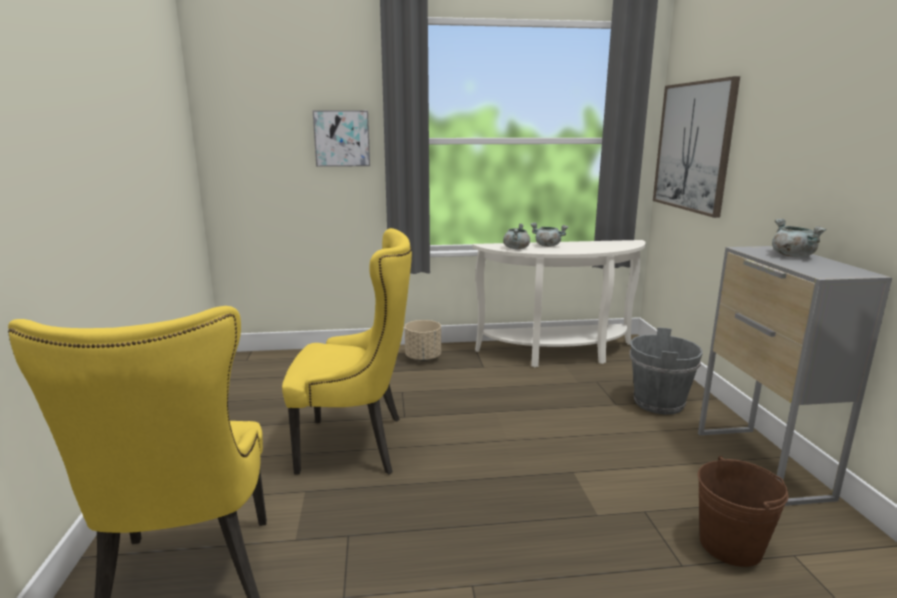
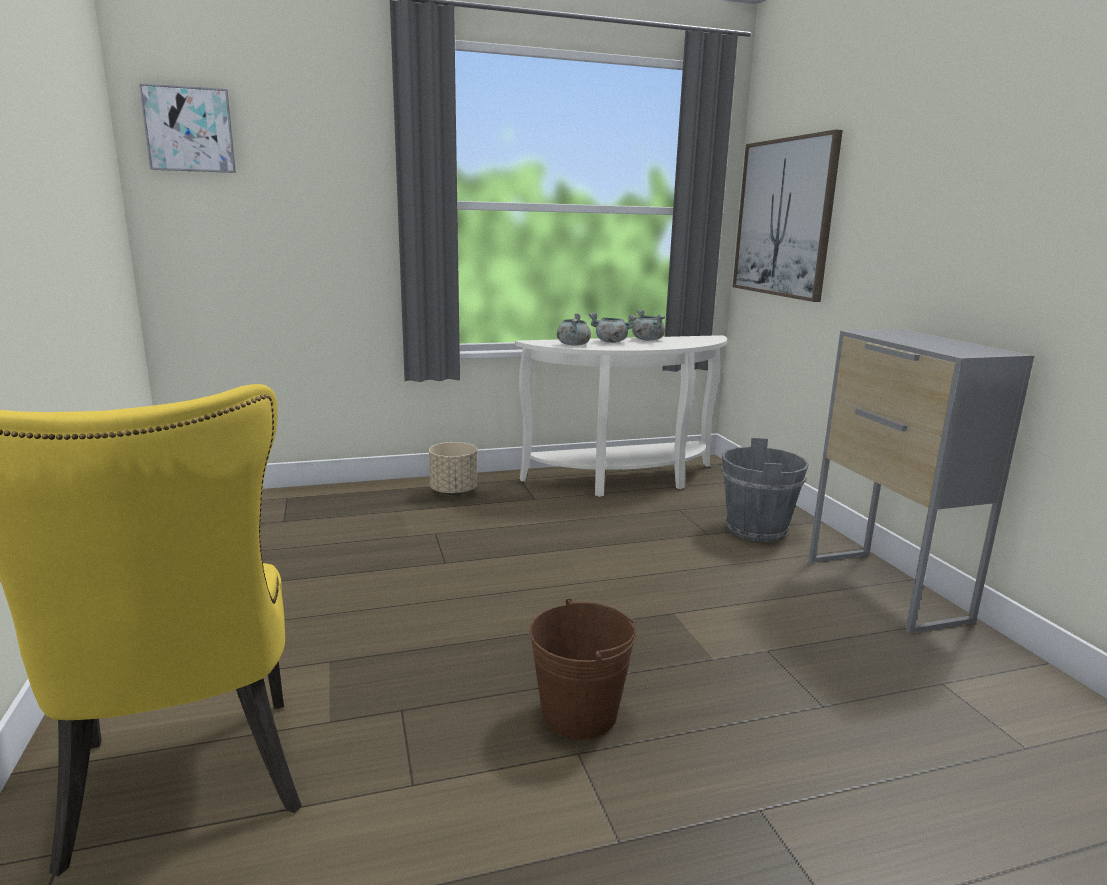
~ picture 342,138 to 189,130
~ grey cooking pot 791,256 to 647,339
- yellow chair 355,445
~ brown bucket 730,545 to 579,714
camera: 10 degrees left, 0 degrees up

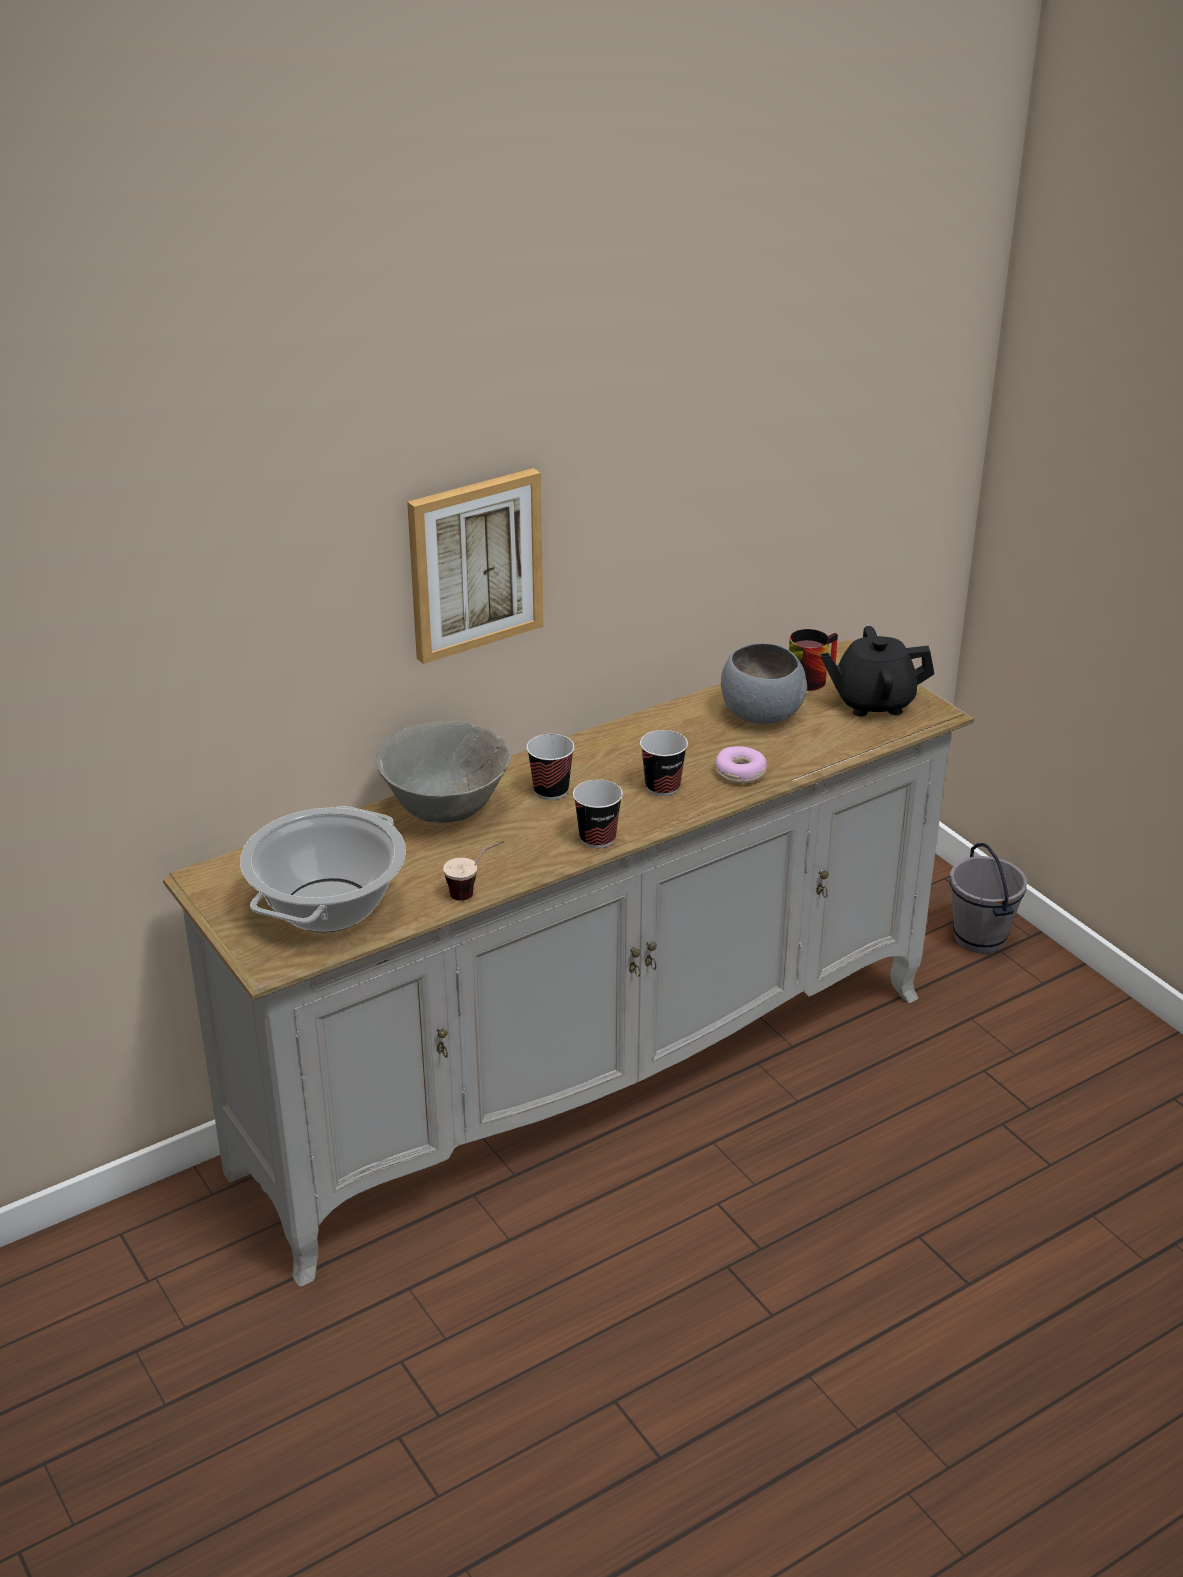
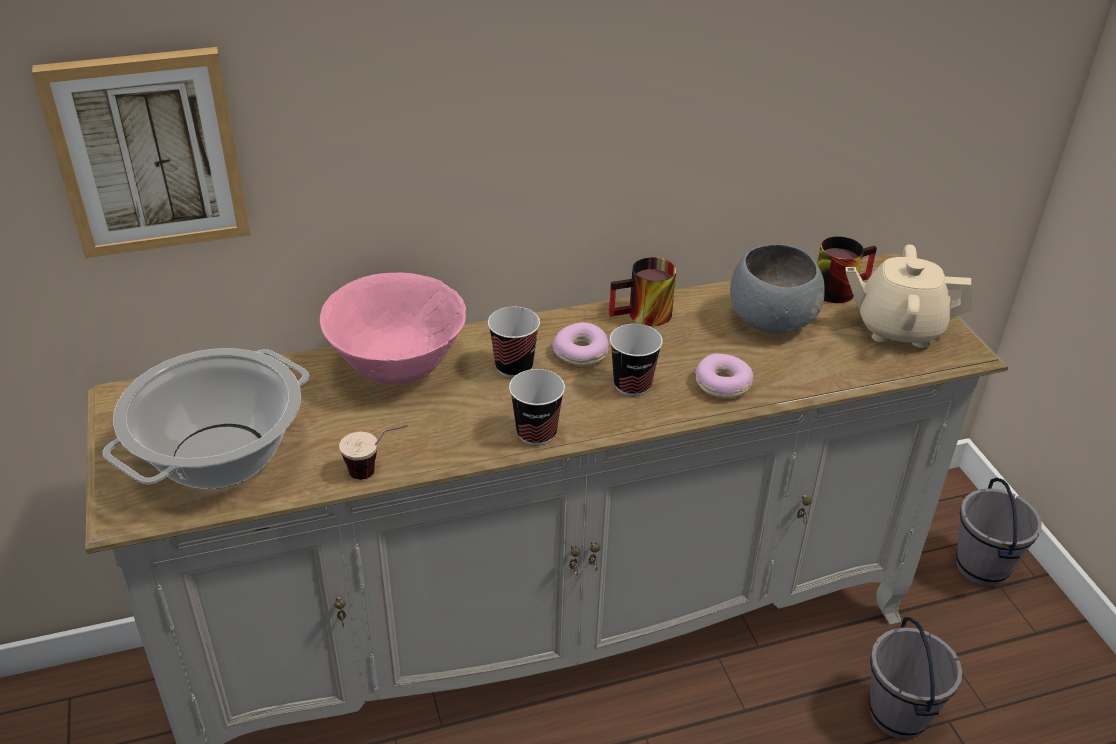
~ picture 474,564 to 148,152
~ black teapot 873,702 to beige teapot 898,328
~ grey bowl 445,808 to pink bowl 397,366
+ mug 644,317
+ donut 581,353
+ grey bucket 897,715
camera: 15 degrees right, 5 degrees up

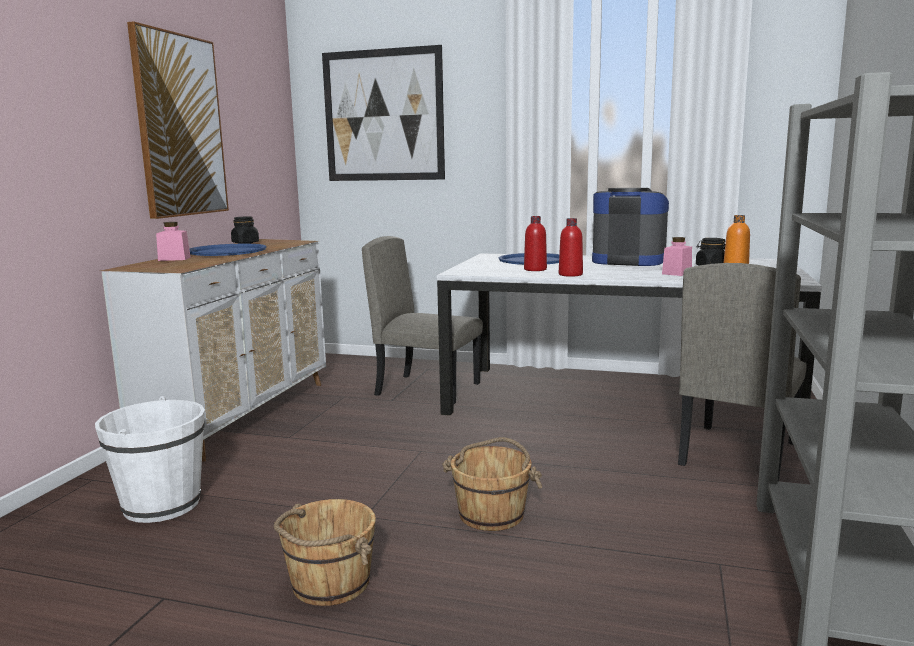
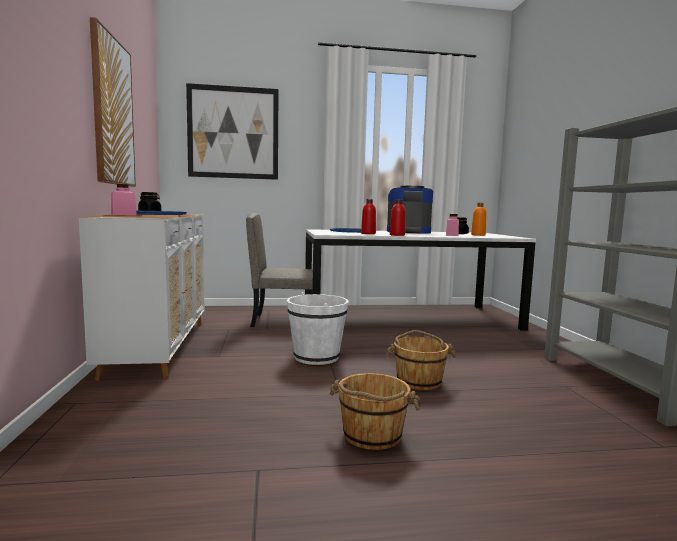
- beige chair 736,453
~ white bucket 162,505 to 316,357
camera: 25 degrees left, 5 degrees down

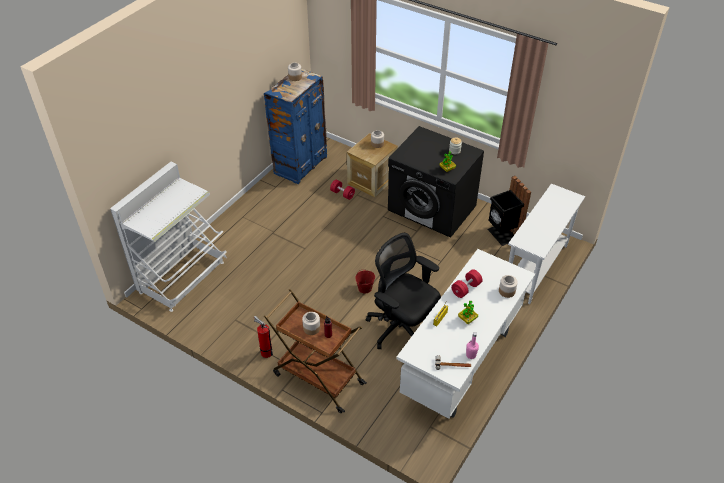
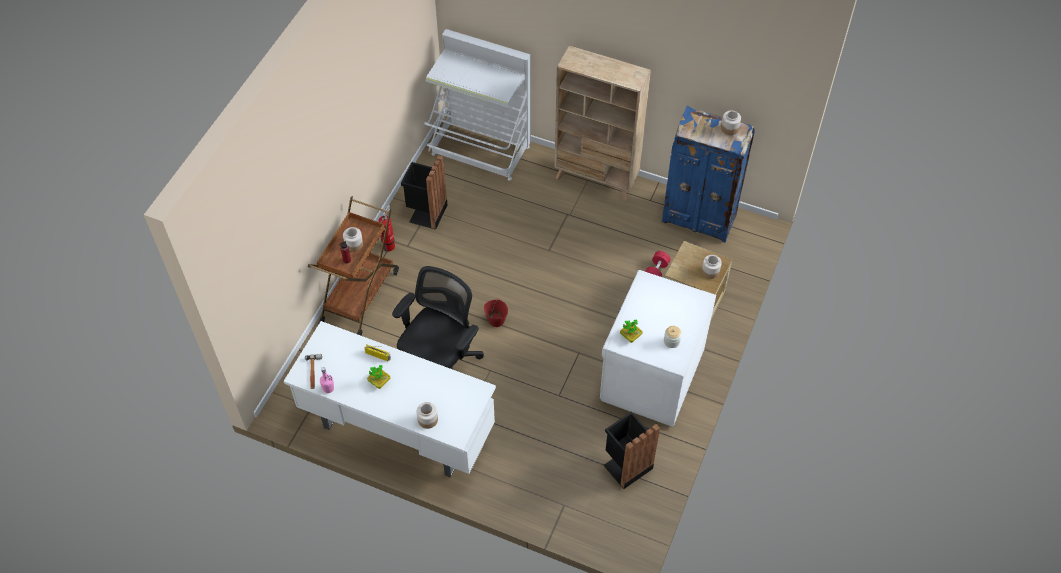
~ black washing machine 431,211 to white washing machine 650,376
- white console table 536,269
- red dumbbell 466,289
+ beige bookcase 596,179
+ black trash can 426,213
camera: 80 degrees right, 10 degrees up

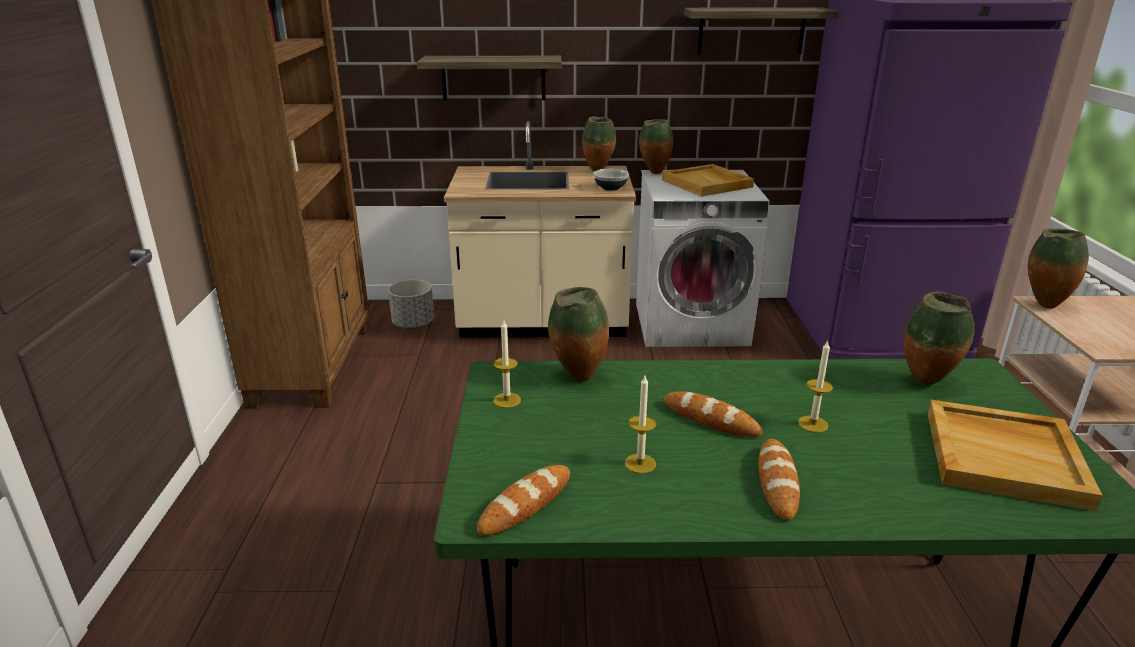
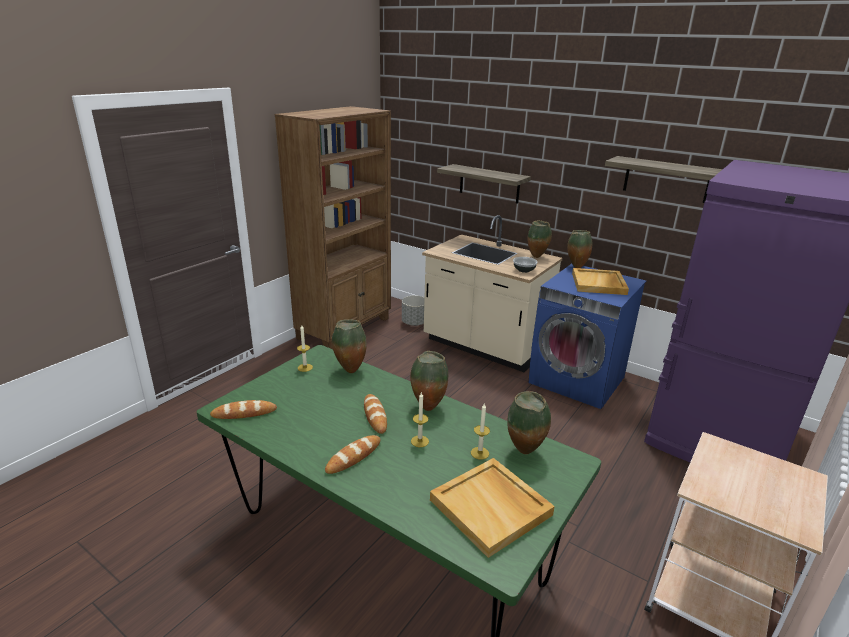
~ white washing machine 692,323 to blue washing machine 578,379
~ vase 1043,305 to 427,407
~ candle 640,463 to 479,453
camera: 35 degrees right, 0 degrees up

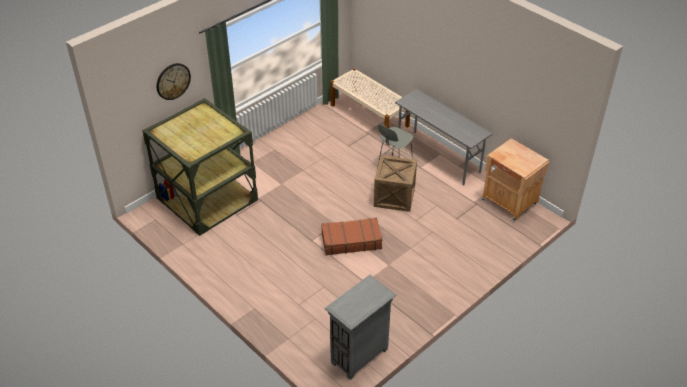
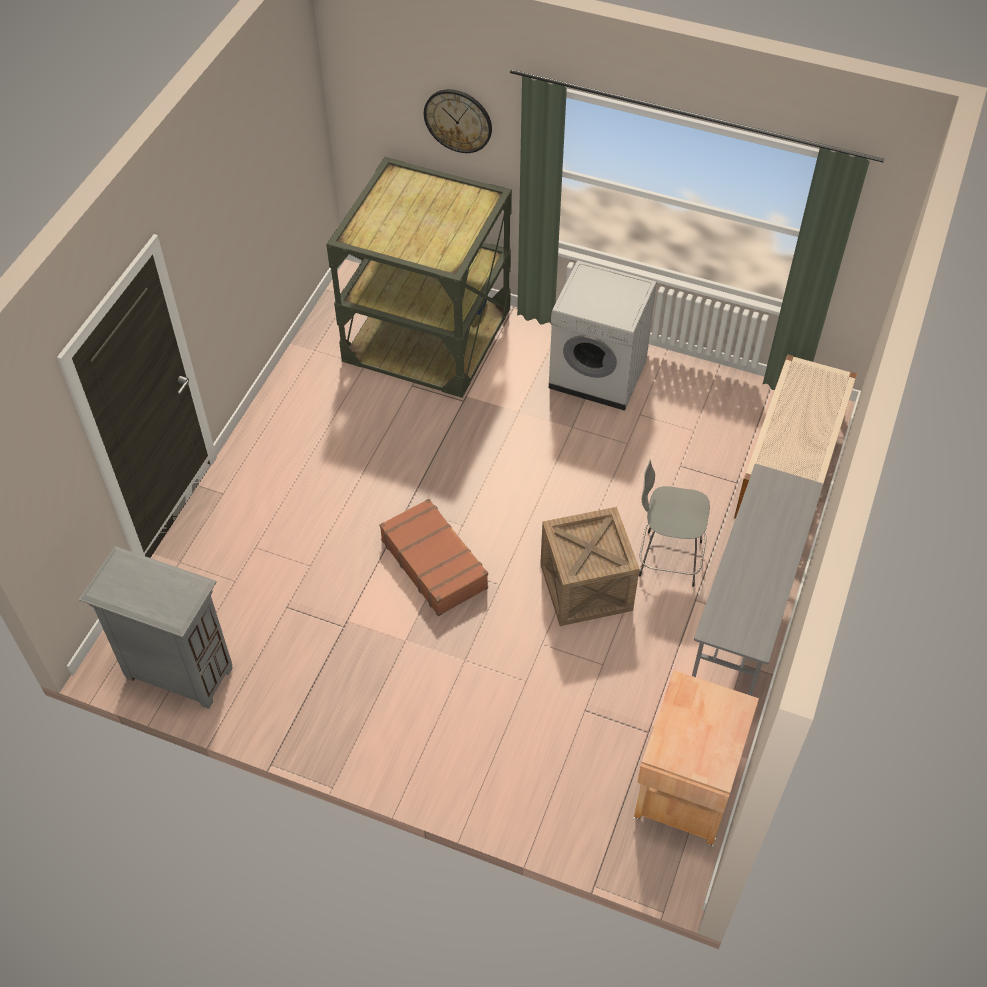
+ white washing machine 597,377
camera: 65 degrees right, 10 degrees up

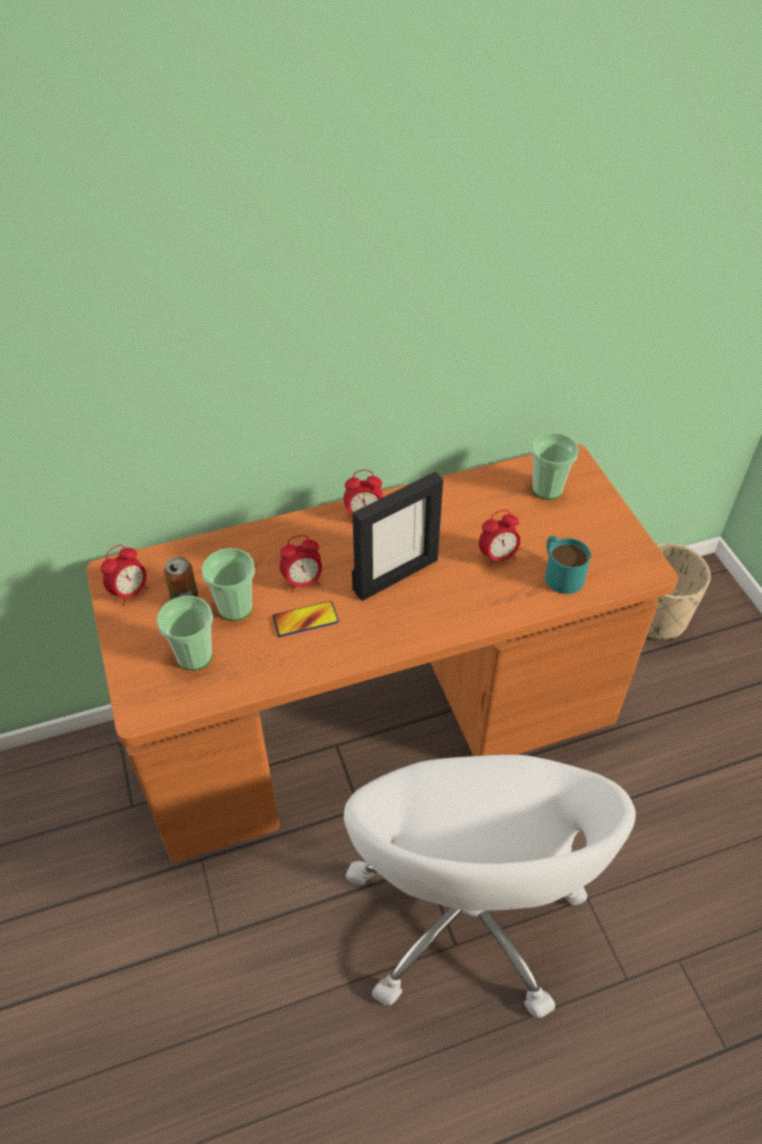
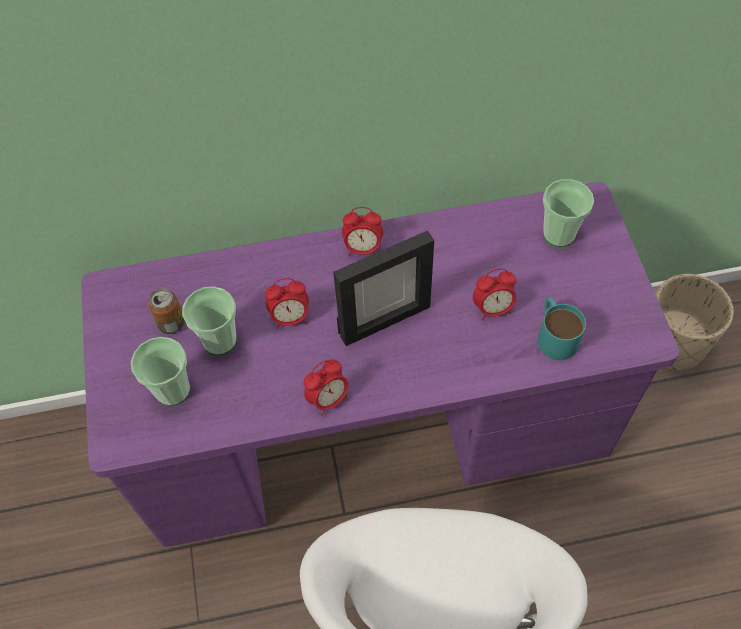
~ orange desk 380,729 to purple desk 376,434
~ alarm clock 130,592 to 328,399
- phone 305,620
camera: 10 degrees right, 10 degrees up

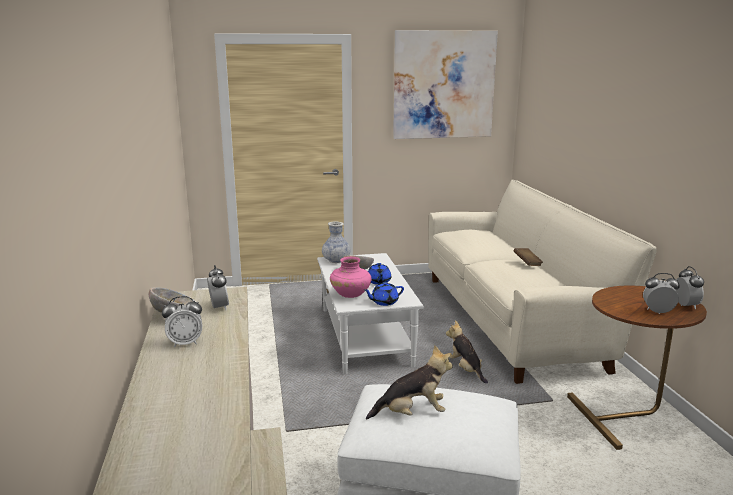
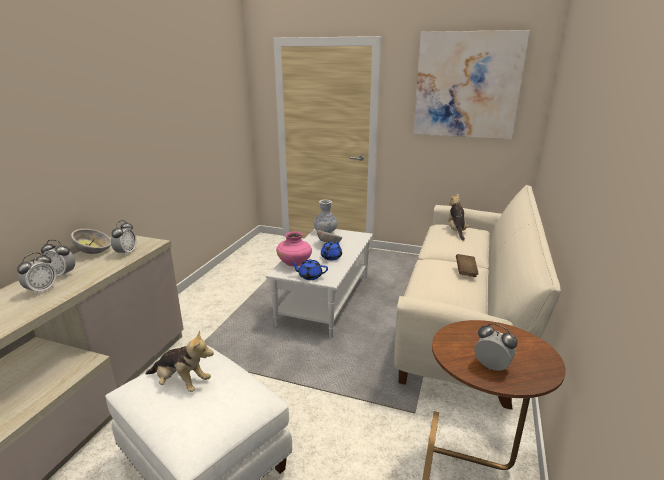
~ alarm clock 685,306 to 42,290
~ plush toy 466,370 to 456,231
camera: 30 degrees right, 5 degrees up

